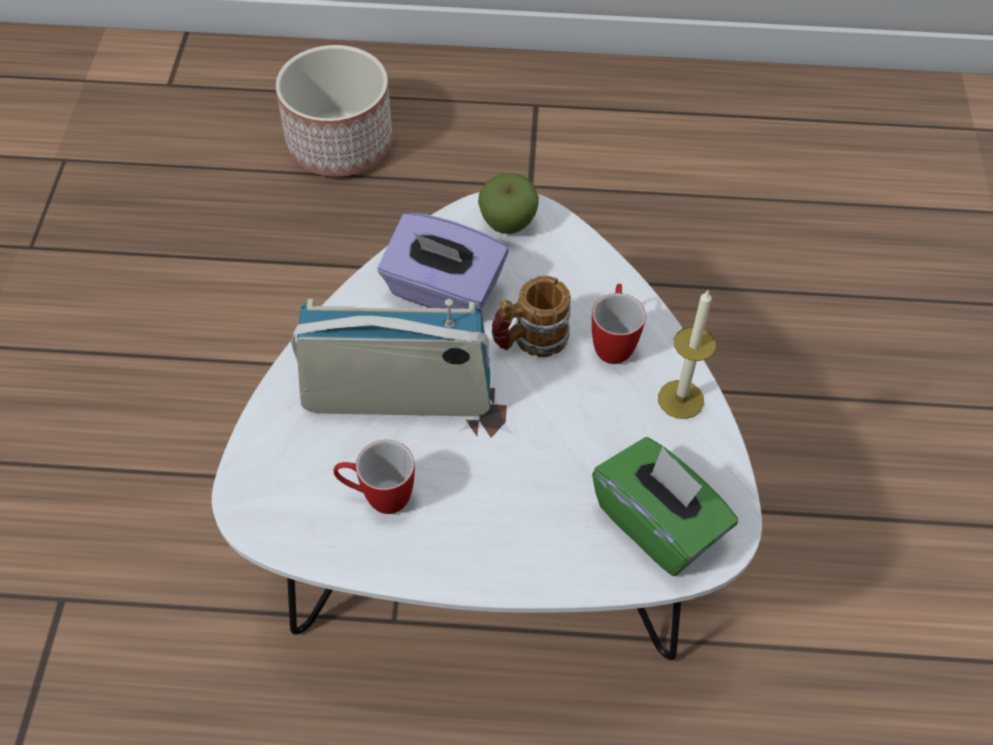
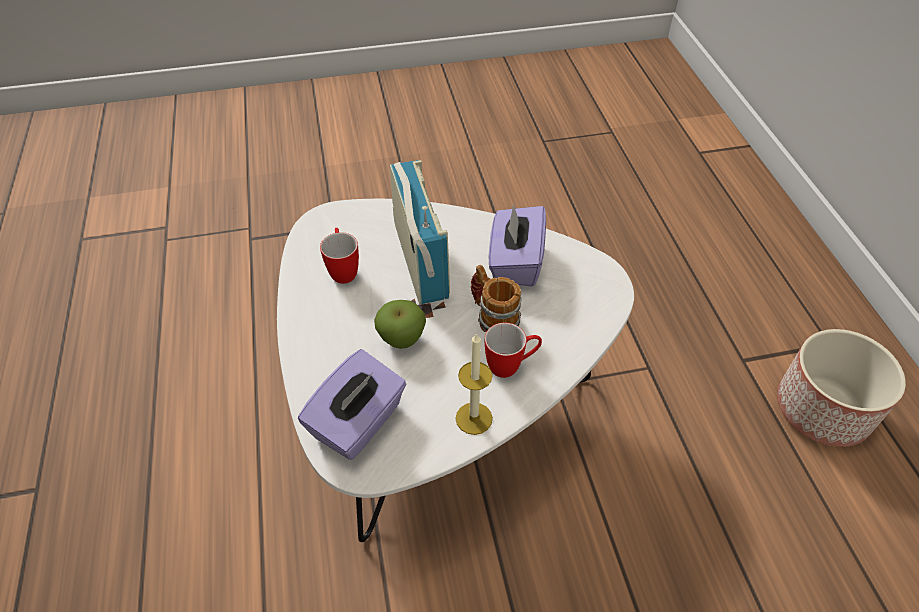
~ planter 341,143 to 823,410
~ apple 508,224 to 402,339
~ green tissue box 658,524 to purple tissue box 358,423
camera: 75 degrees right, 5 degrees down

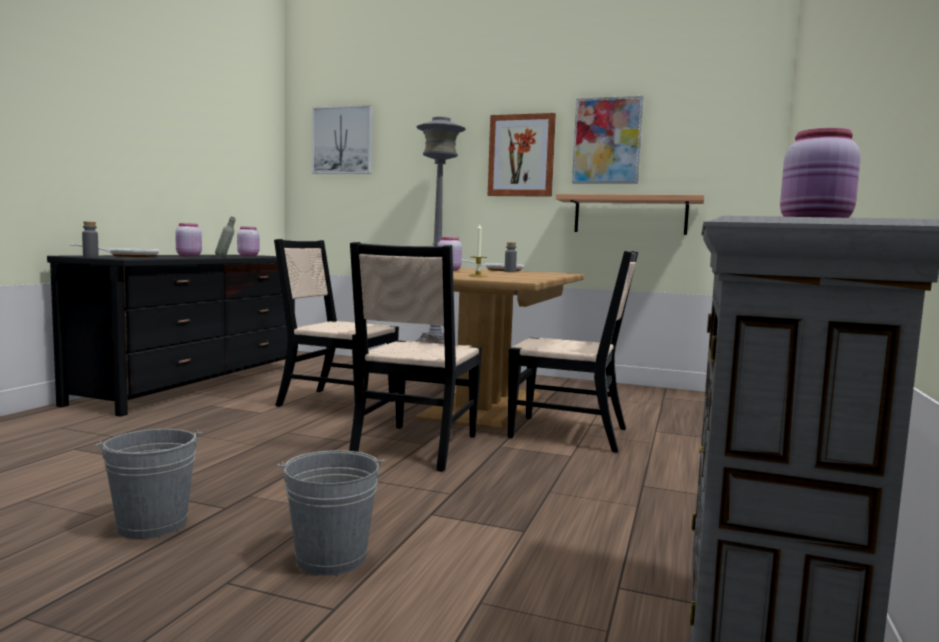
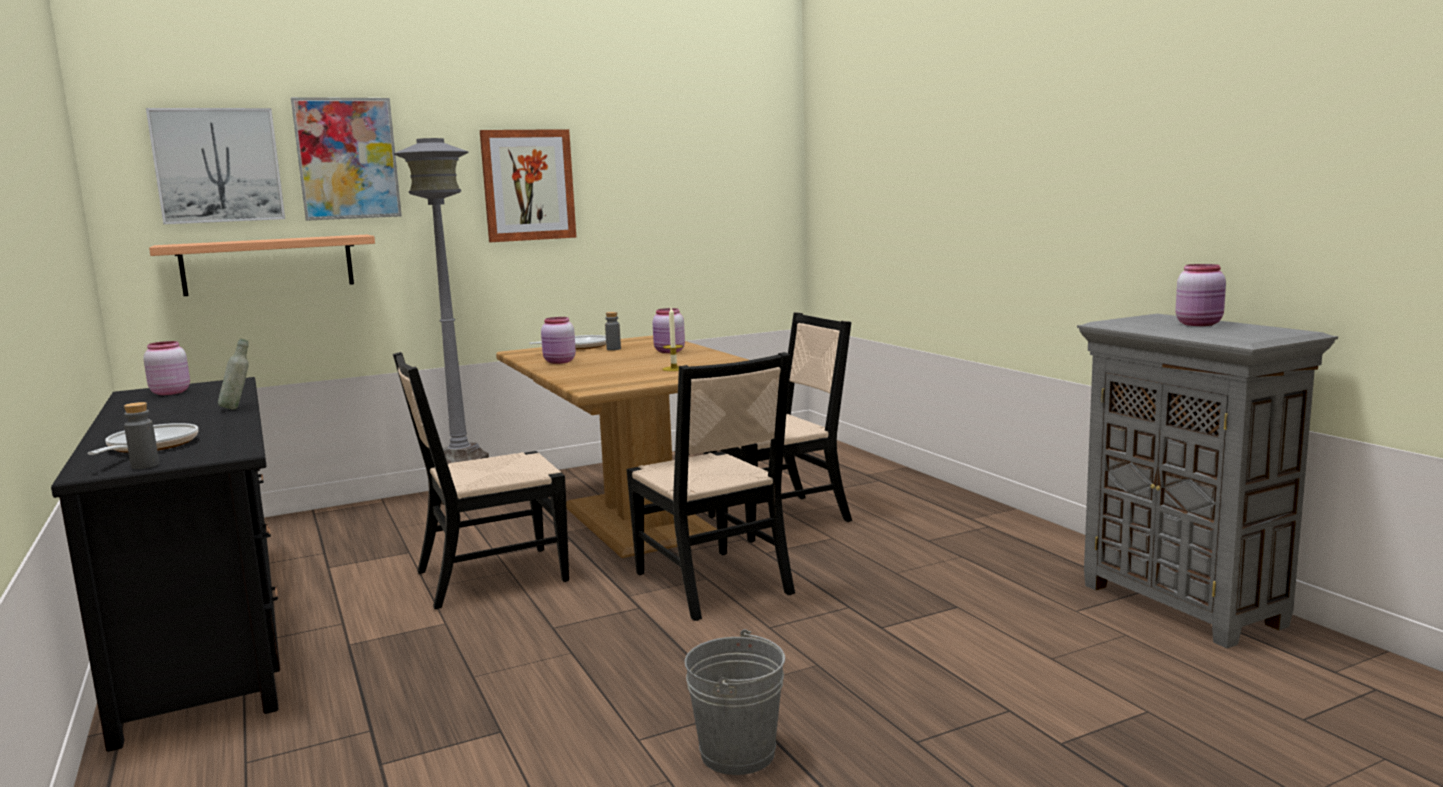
~ picture 607,141 to 347,159
~ shelf 630,215 to 268,264
~ pink jar 188,256 to 669,351
- grey bucket 331,558
camera: 45 degrees left, 5 degrees up

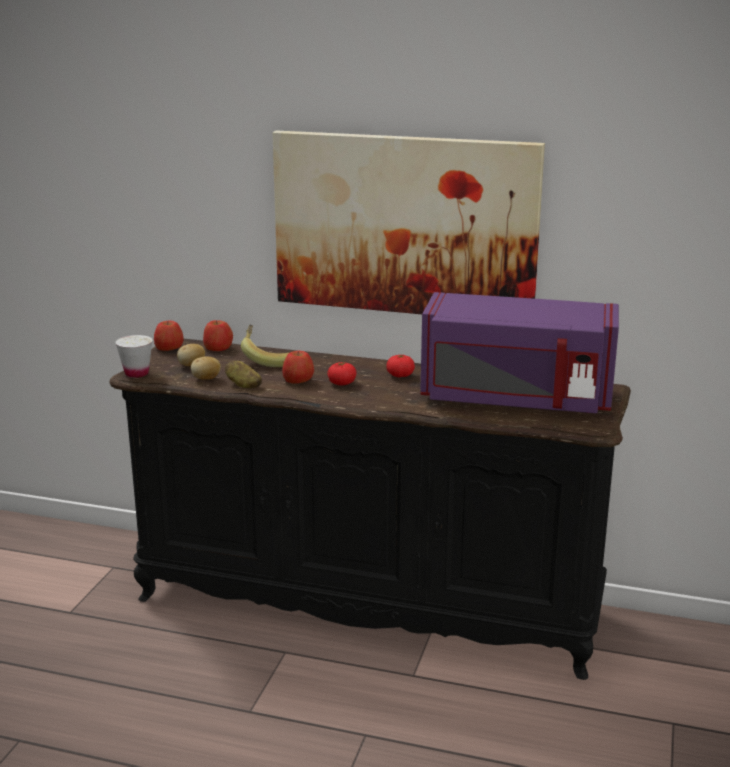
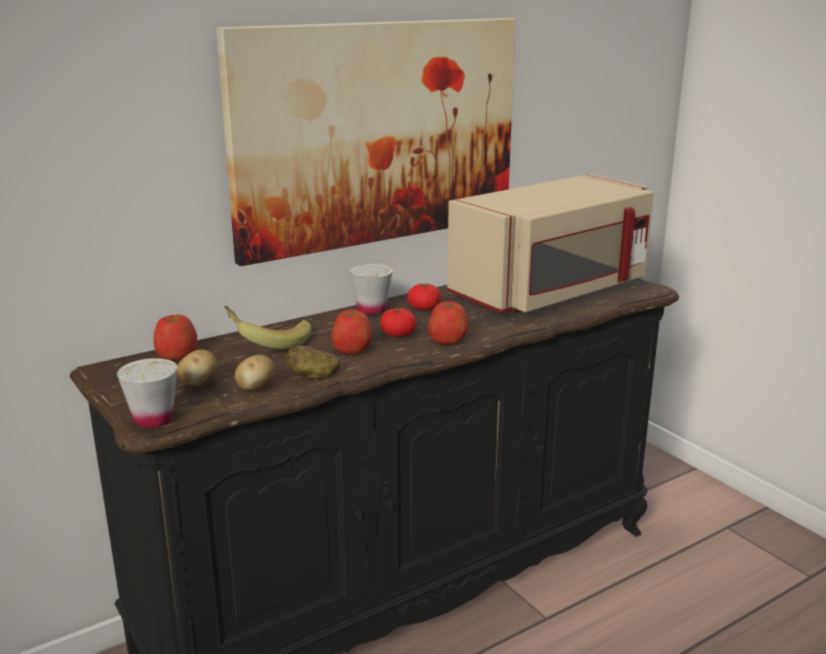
~ purple microwave 515,399 to beige microwave 552,291
~ apple 169,348 to 448,339
+ white cup 371,310
camera: 50 degrees left, 0 degrees up

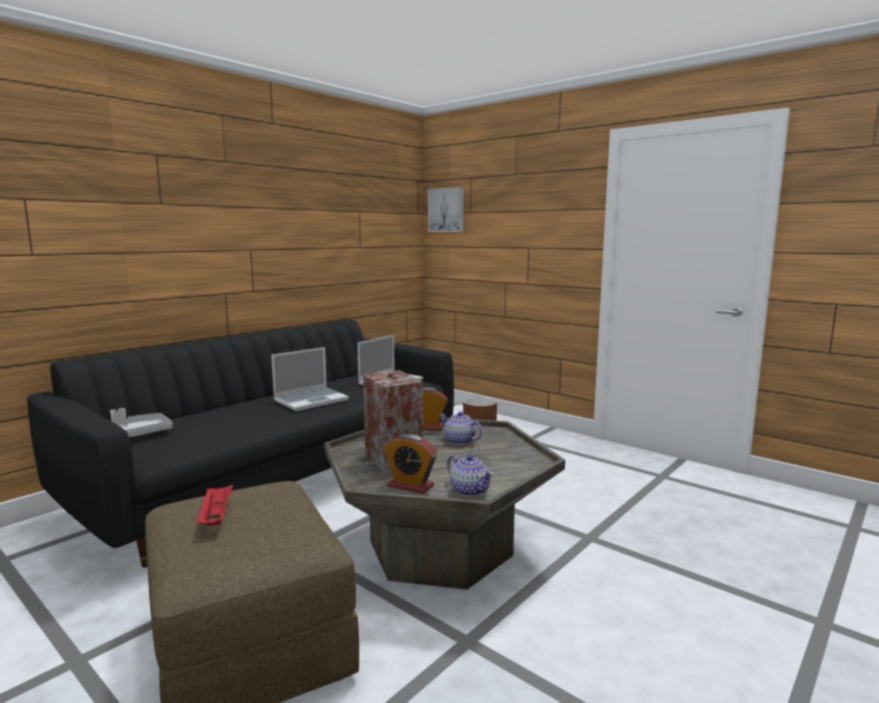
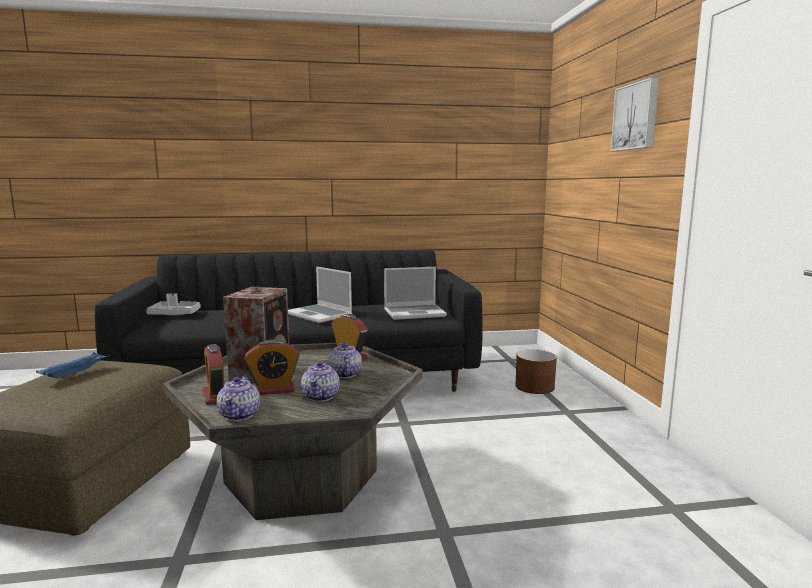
~ picture 447,210 to 636,116
~ laptop 311,400 = 320,315 45 degrees clockwise
~ red tray 216,516 to blue tray 75,374
+ alarm clock 273,390
+ teapot 321,396
camera: 40 degrees right, 0 degrees up

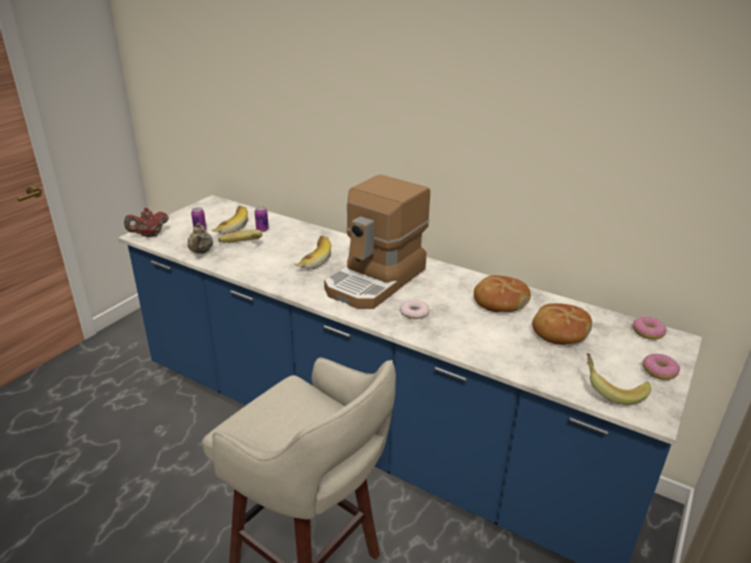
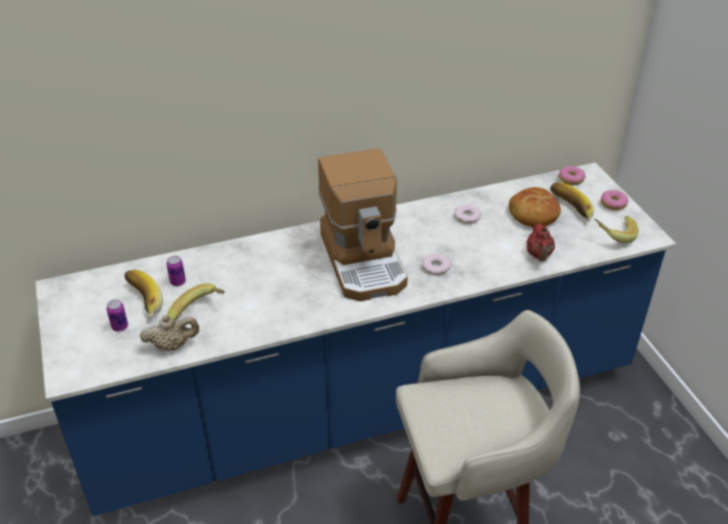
~ red teapot 149,235 to 539,255
~ beige teapot 201,252 = 172,345 45 degrees counterclockwise
~ banana 312,260 to 569,209
~ bread 500,301 to donut 467,216
camera: 50 degrees left, 10 degrees up

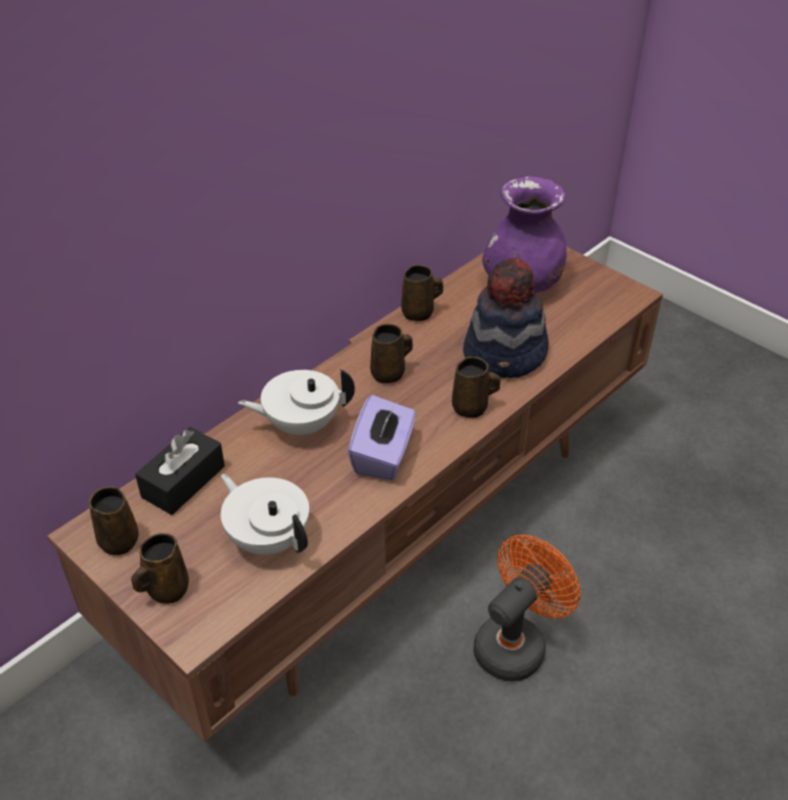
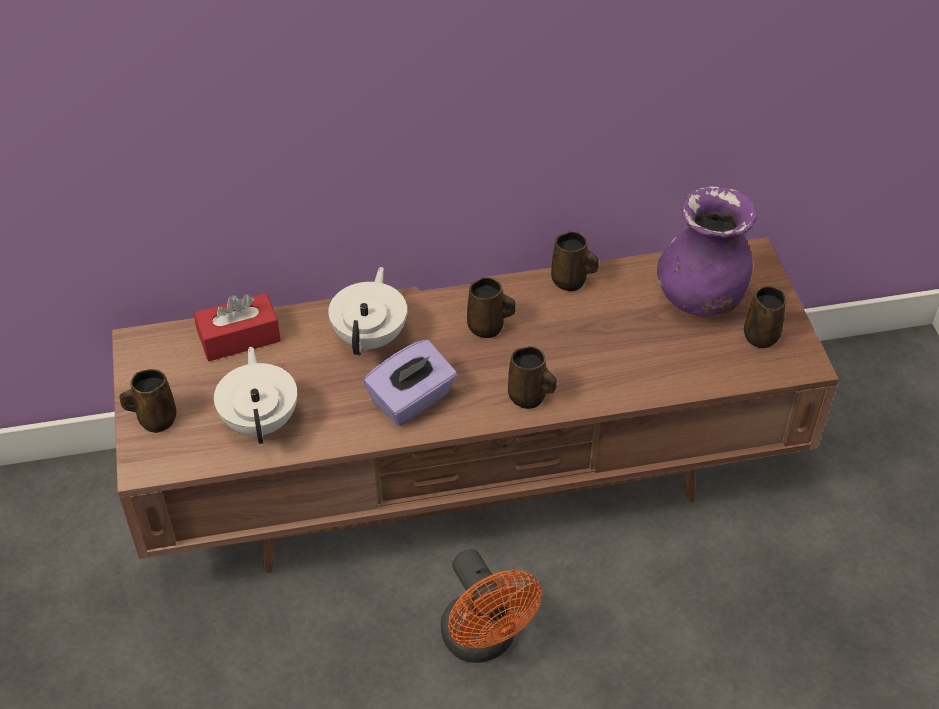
- hat 506,354
~ white teapot 301,424 = 371,336 75 degrees clockwise
~ black tissue box 183,481 to red tissue box 239,338
~ brown mug 118,539 to 761,334
~ orange fan 516,642 = 484,642 75 degrees clockwise
camera: 35 degrees right, 5 degrees up

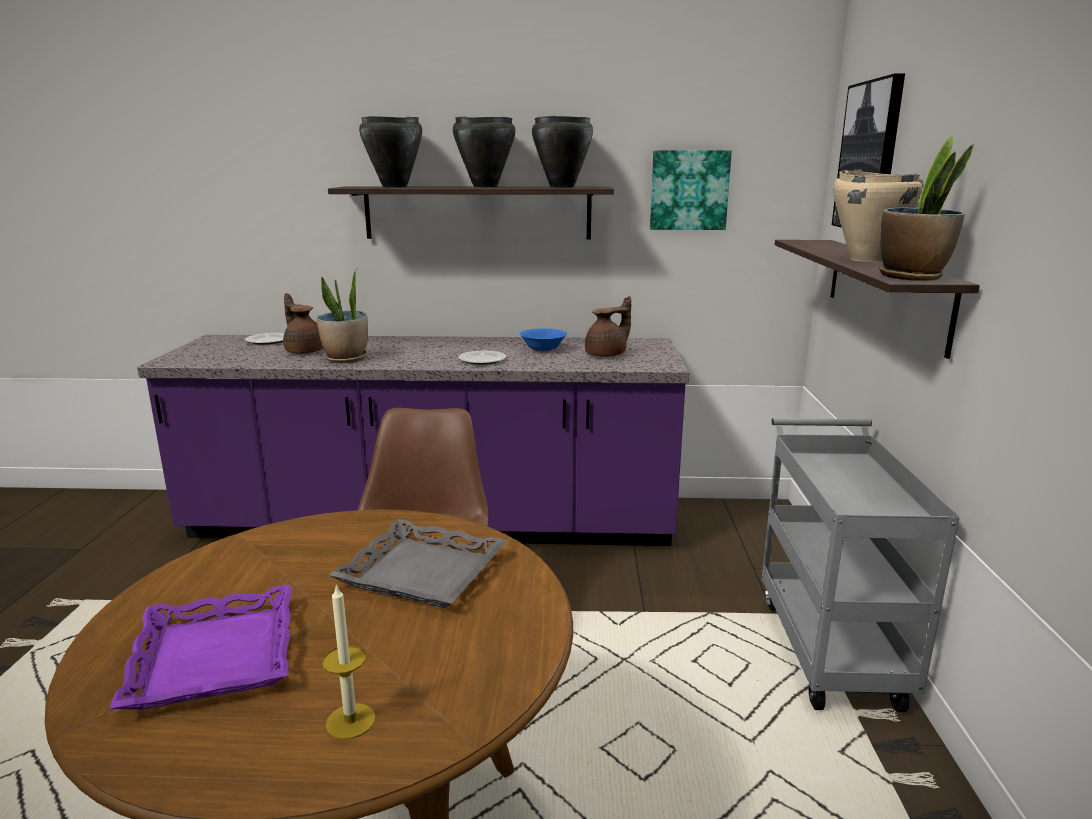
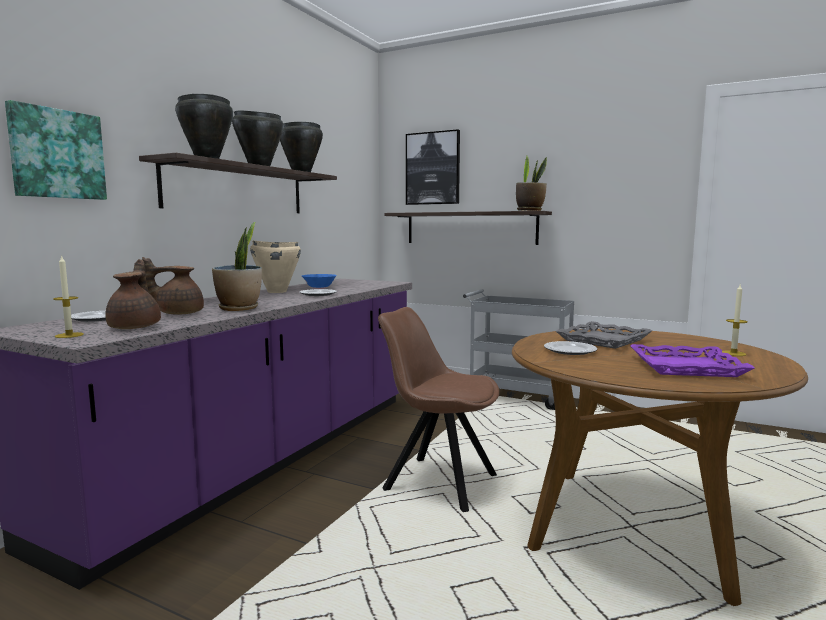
~ picture 689,190 to 57,154
~ beige cooking pot 866,259 to 276,291
~ brown teapot 607,355 to 136,327
+ candle 69,335
+ plate 570,351
camera: 65 degrees left, 10 degrees down

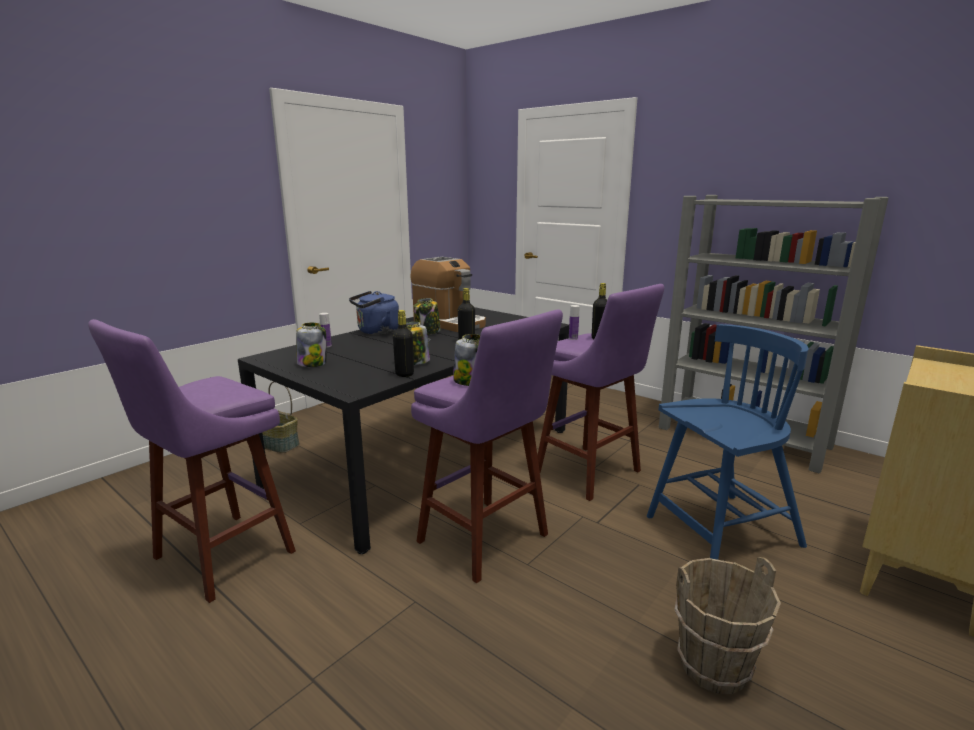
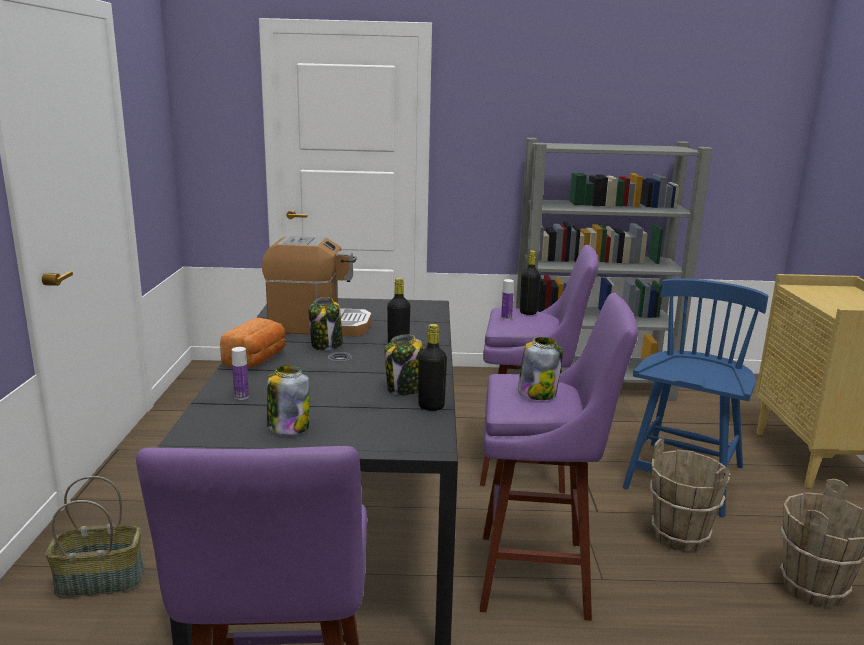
~ blue kettle 376,332 to bread 257,359
+ brown bucket 680,536
camera: 40 degrees left, 0 degrees up

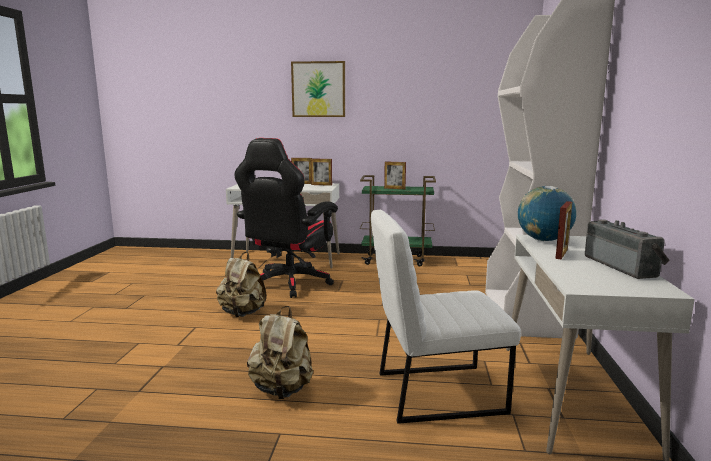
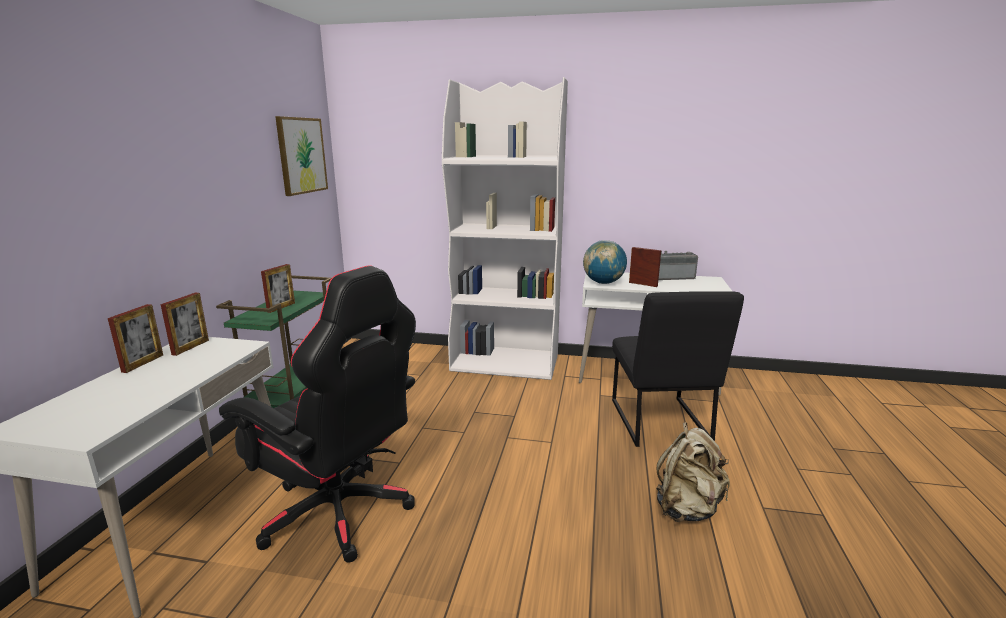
~ picture 318,89 to 301,155
~ white chair 435,392 to black chair 659,422
- beige backpack 242,313
camera: 85 degrees left, 5 degrees up

